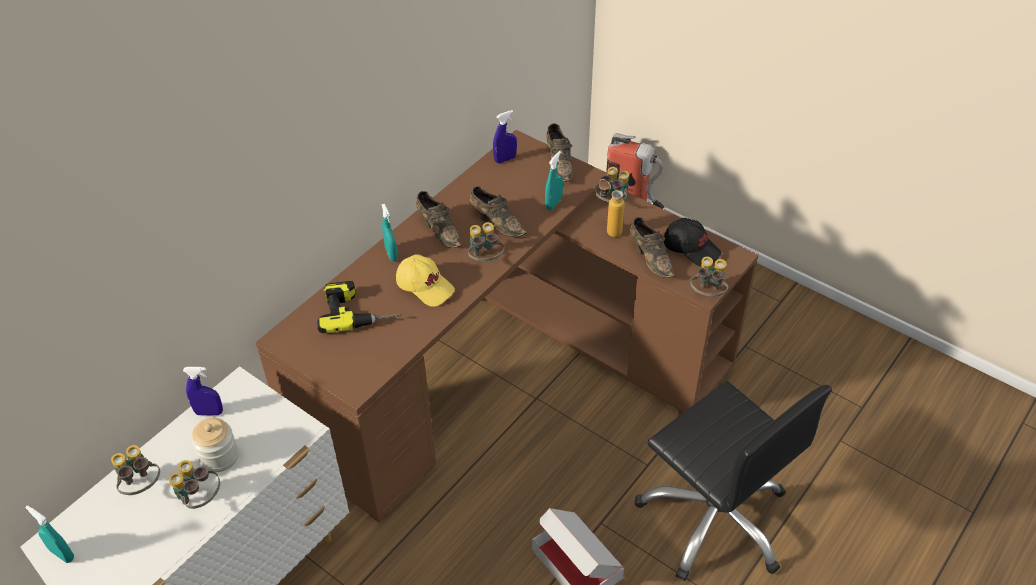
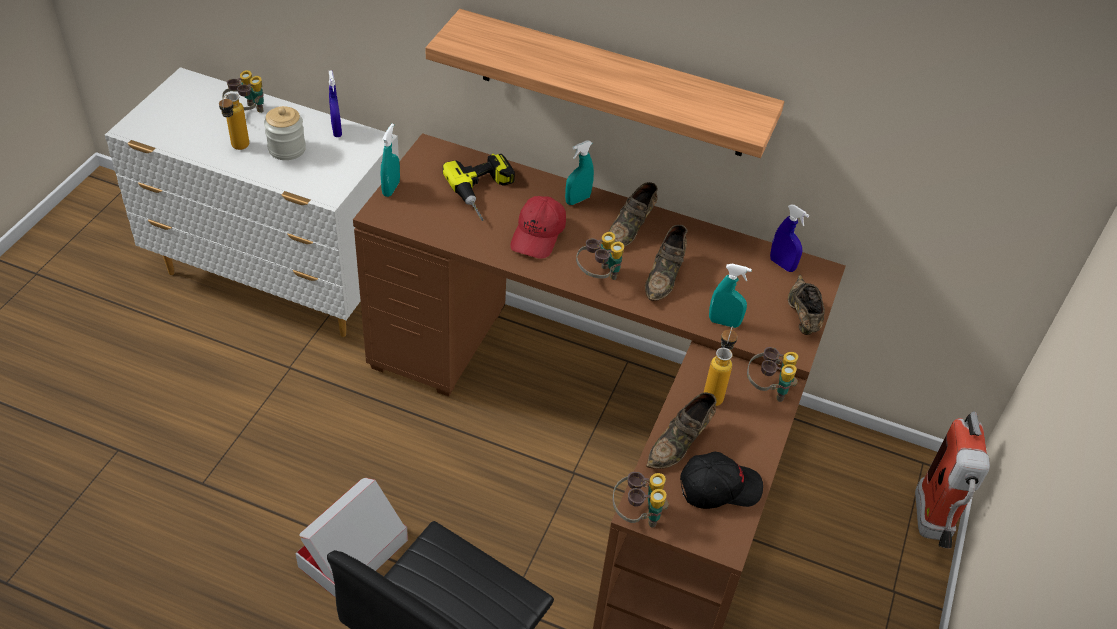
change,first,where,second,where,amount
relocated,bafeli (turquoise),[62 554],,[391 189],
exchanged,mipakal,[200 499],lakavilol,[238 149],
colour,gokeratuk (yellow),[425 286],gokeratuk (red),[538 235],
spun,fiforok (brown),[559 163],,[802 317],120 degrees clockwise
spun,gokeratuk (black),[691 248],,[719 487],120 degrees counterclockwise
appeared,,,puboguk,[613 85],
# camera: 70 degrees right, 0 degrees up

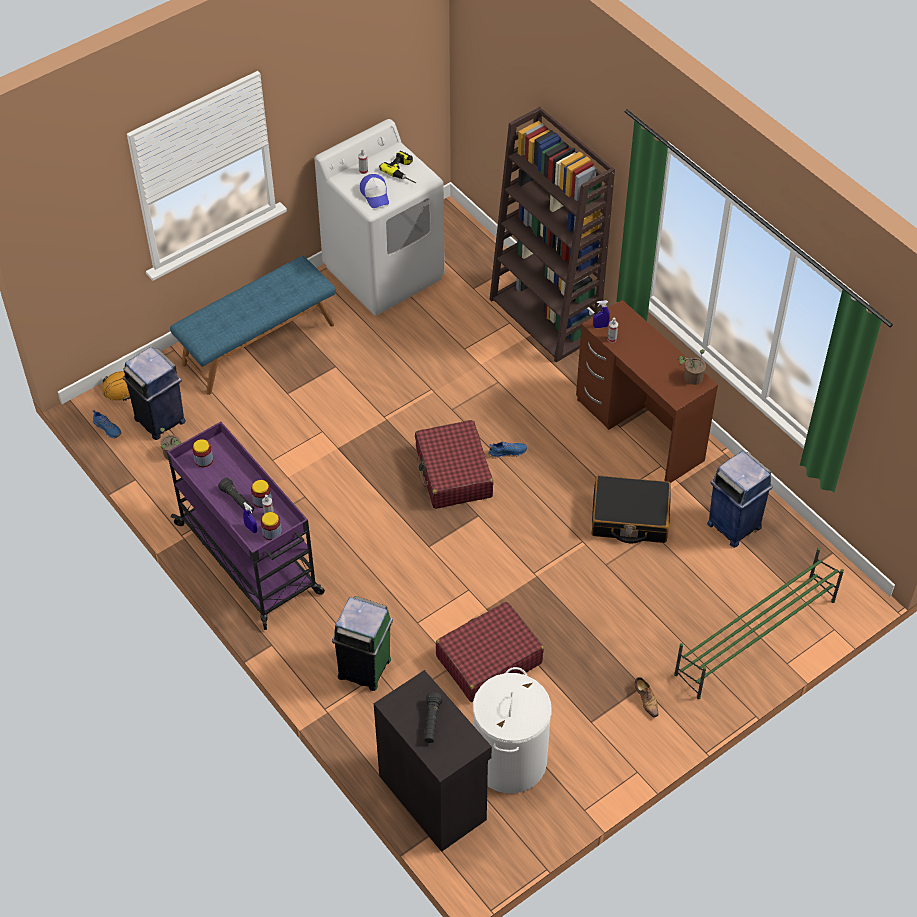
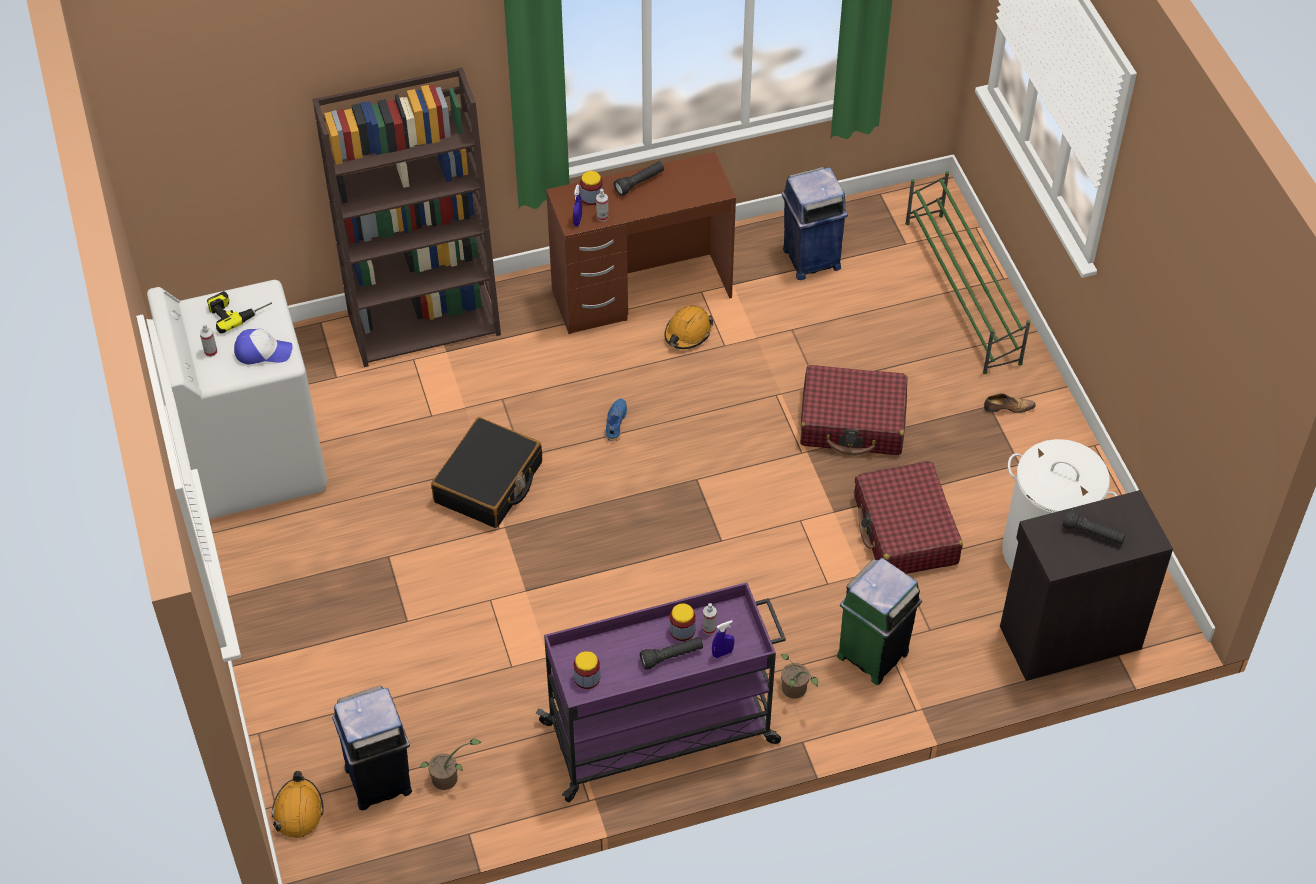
change,first,where,second,where,amount
missing,fiforok (blue),[108 429],,,
missing,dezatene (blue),[258 343],,,
relocated,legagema,[272 532],,[591 197],
relocated,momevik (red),[453 473],,[853 421],
relocated,momevik (black),[630 517],,[489 483],
relocated,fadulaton,[690 378],,[795 691],
appeared,,,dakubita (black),[639 183],
appeared,,,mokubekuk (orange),[688 333],
# camera: 70 degrees left, 0 degrees up

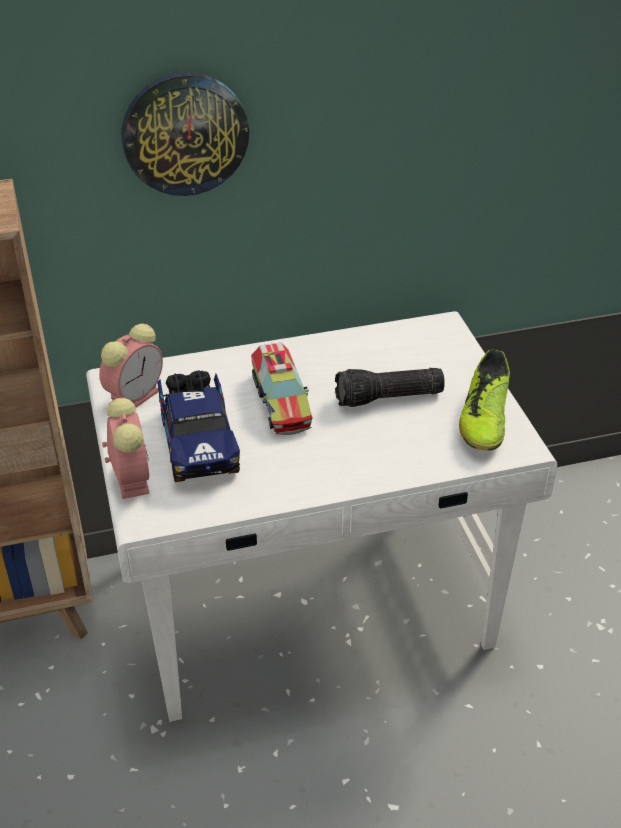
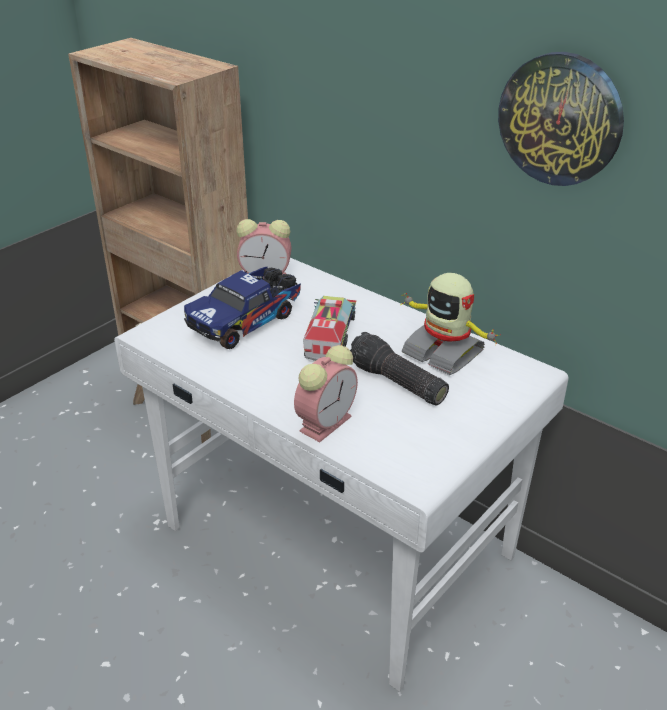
change,first,where,second,where,amount
relocated,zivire,[130 477],,[326 422],
relocated,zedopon,[185 134],,[560 119],
spun,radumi,[281 401],,[331 335],150 degrees clockwise
missing,fiforok,[484 419],,,
appeared,,,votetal,[444 352],
# camera: 55 degrees right, 5 degrees down

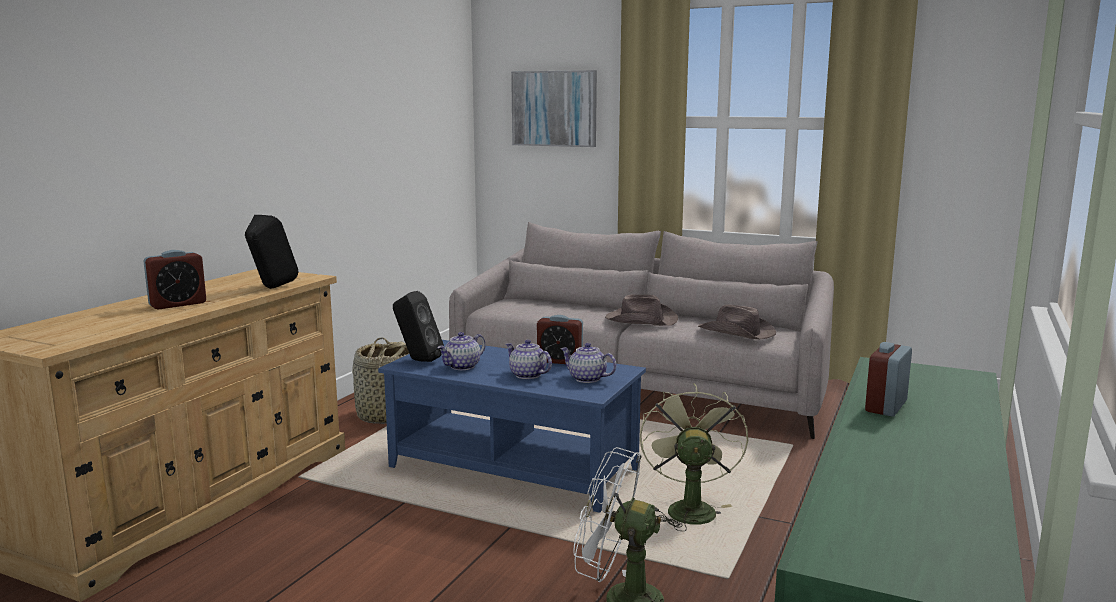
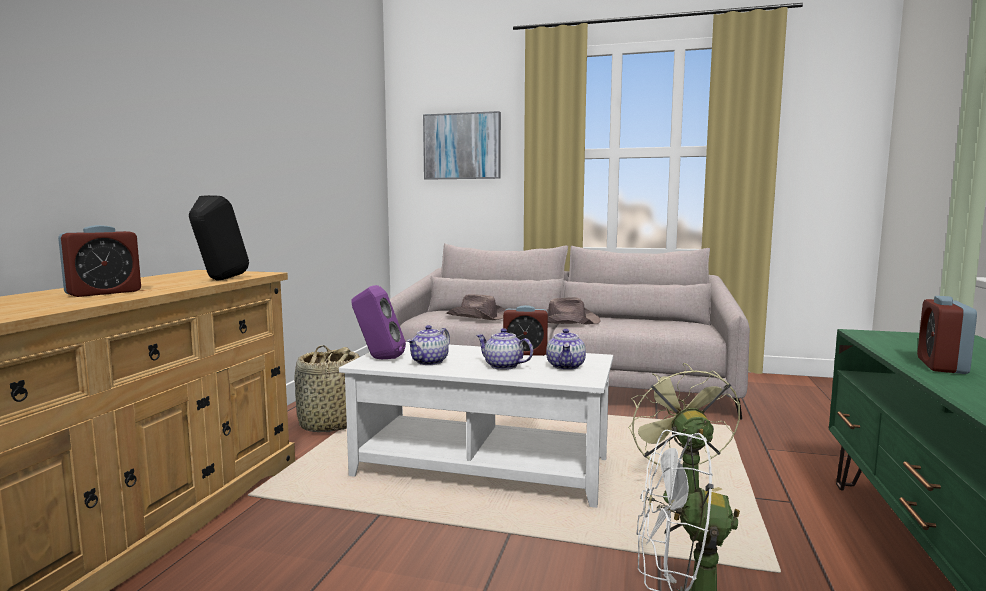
change,first,where,second,where,amount
colour,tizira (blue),[514 468],tizira (white),[483 466],
colour,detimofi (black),[417 360],detimofi (purple),[378 358],
spun,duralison,[586 379],,[566 366],105 degrees counterclockwise
relocated,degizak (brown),[737 332],,[478 317],
# camera: 10 degrees left, 5 degrees down

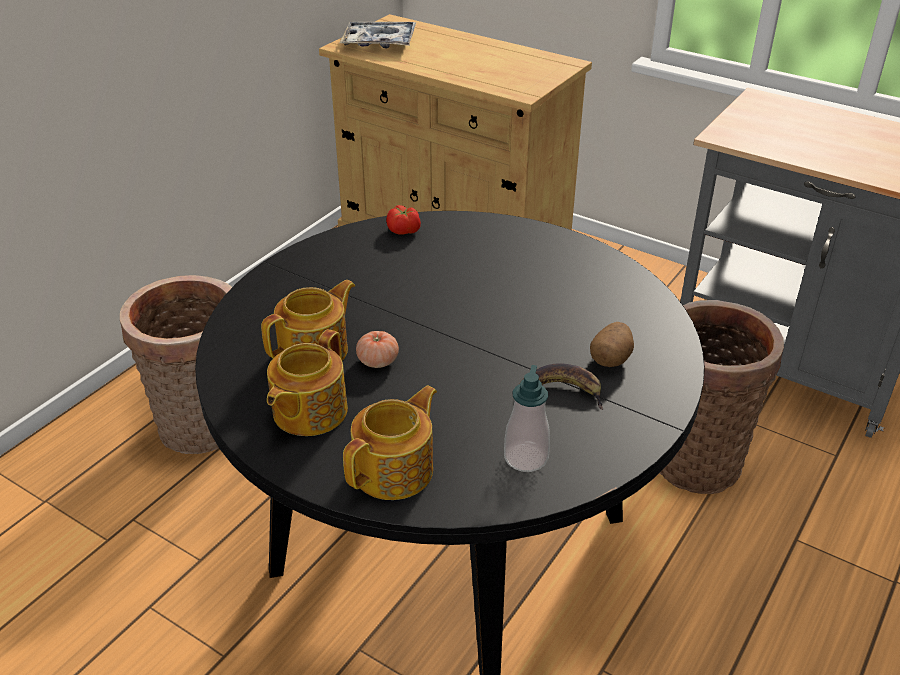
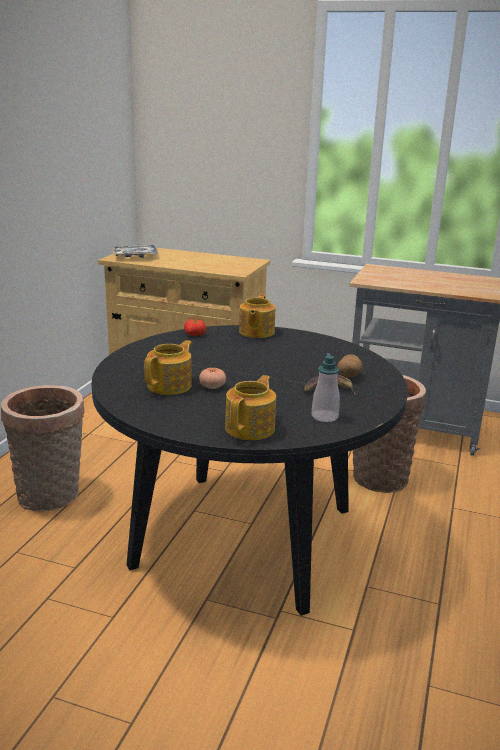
change,first,where,second,where,amount
relocated,duralison,[308 412],,[256 332],
# camera: 15 degrees left, 15 degrees down

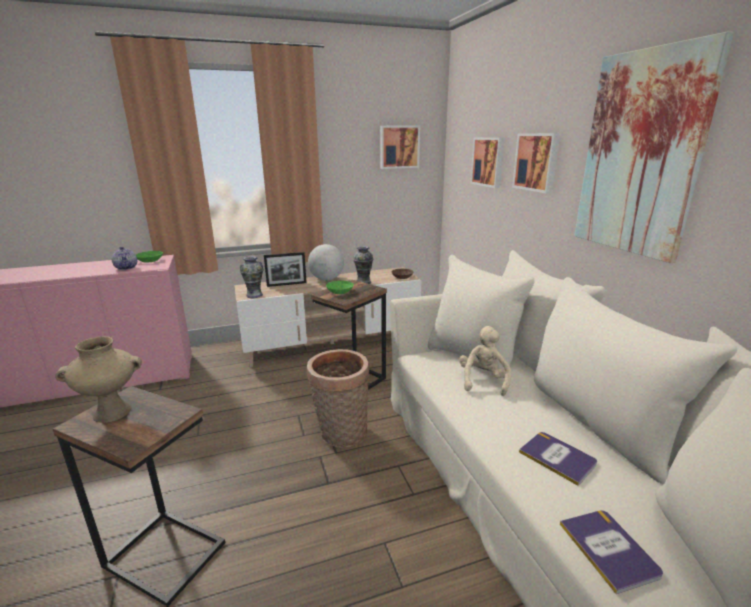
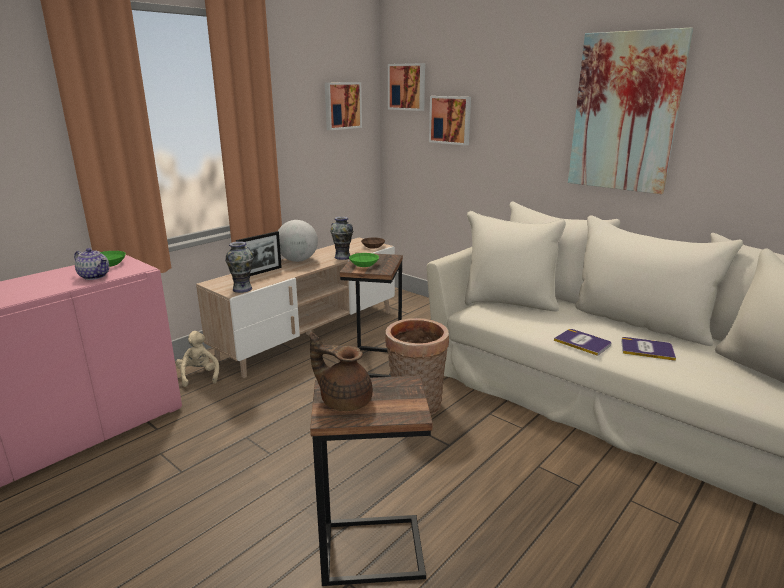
change,first,where,second,where,amount
exchanged,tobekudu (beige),[113 412],duralison (brown),[344 400],
relocated,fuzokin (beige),[483 381],,[199 376],
relocated,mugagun,[537 162],,[407 87],
relocated,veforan,[609 549],,[582 342],
# camera: 30 degrees left, 0 degrees up

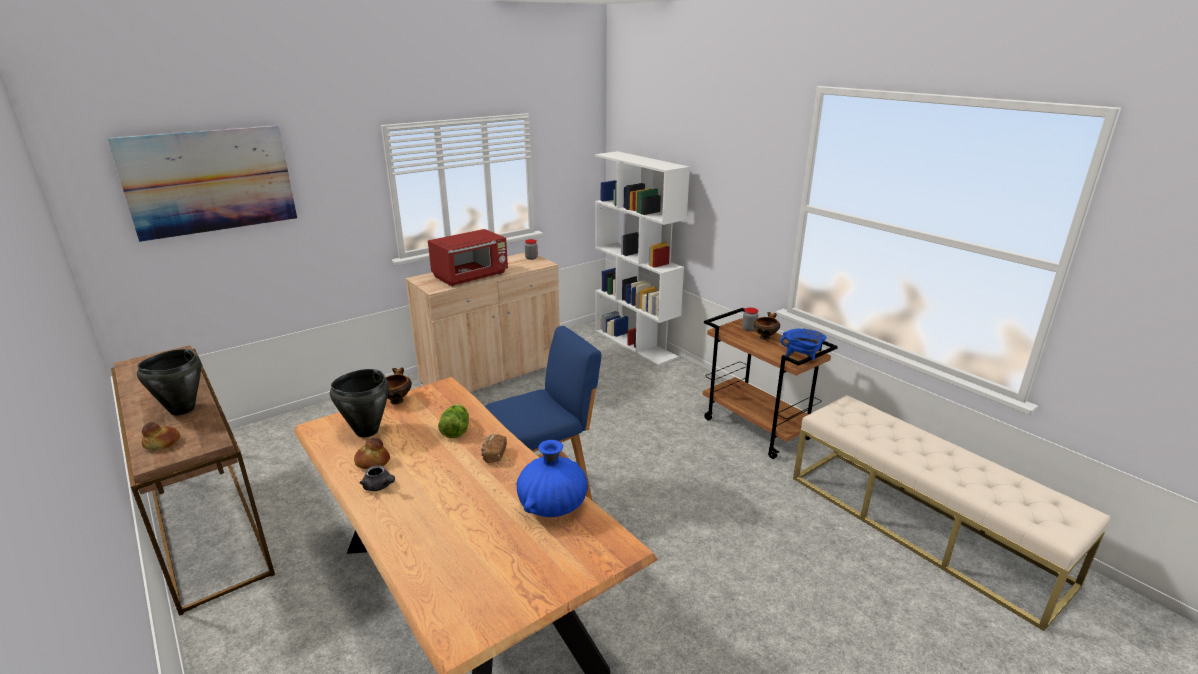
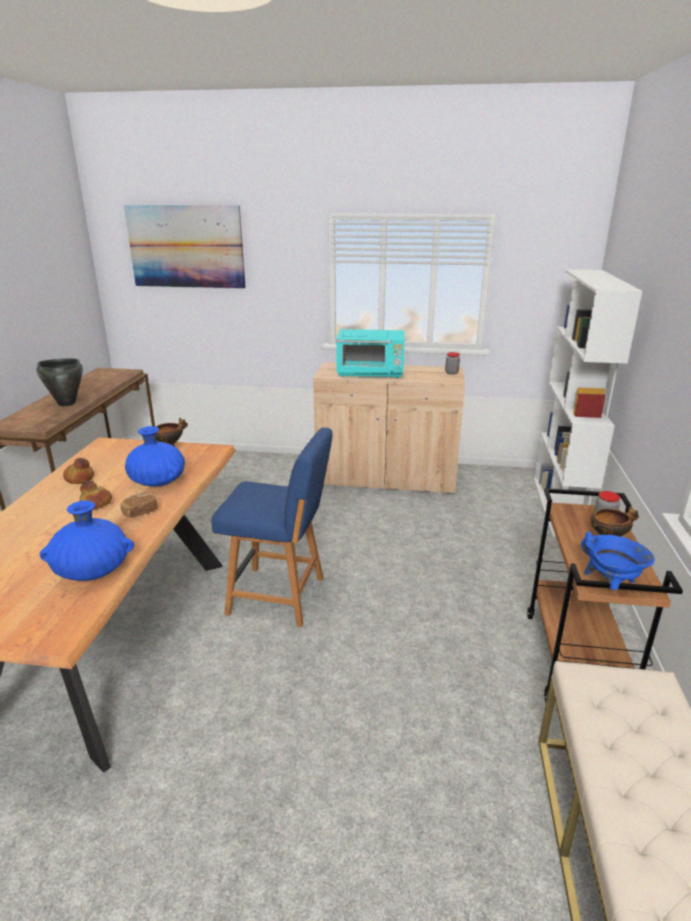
change,first,where,second,where,amount
relocated,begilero,[162 443],,[96 503],
missing,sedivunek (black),[366 431],,,
missing,duralison (grey),[379 487],,,
colour,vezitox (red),[471 276],vezitox (turquoise),[371 373],
exchanged,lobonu,[455 430],tobekudu (blue),[157 482],
# camera: 45 degrees right, 0 degrees up

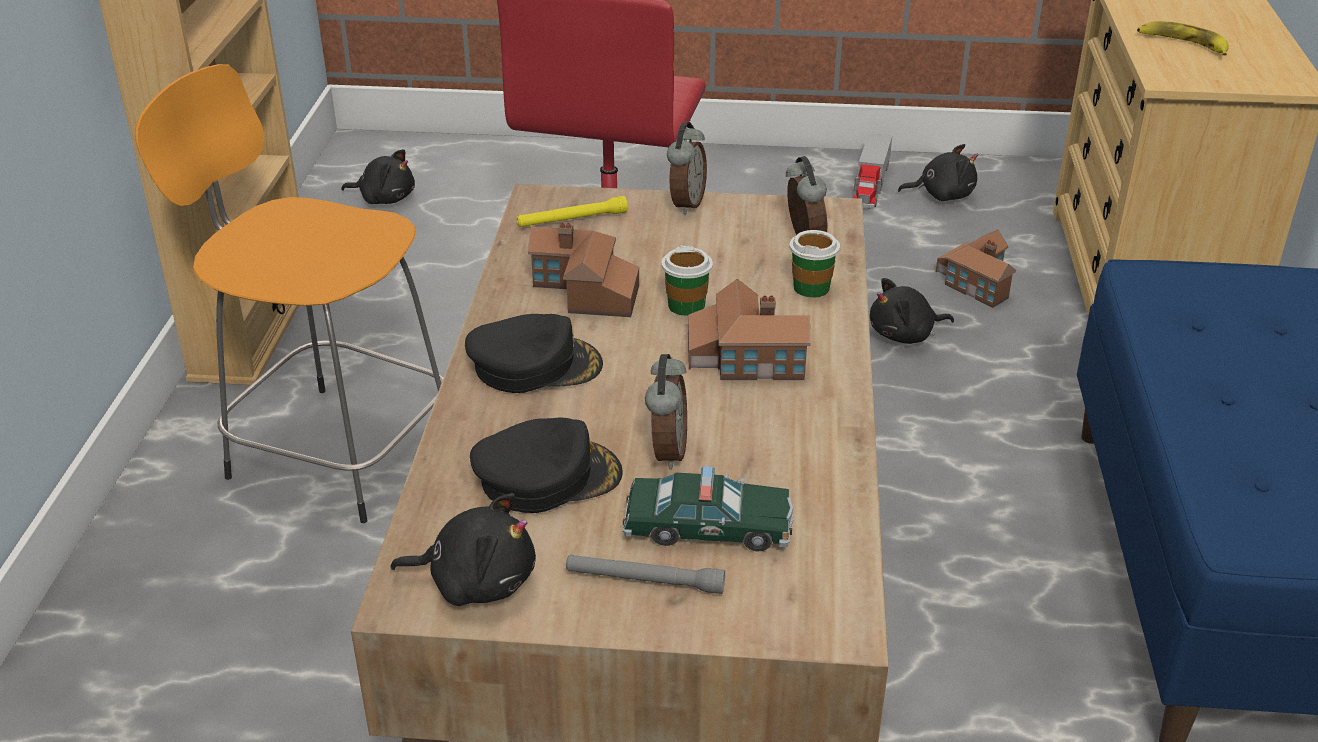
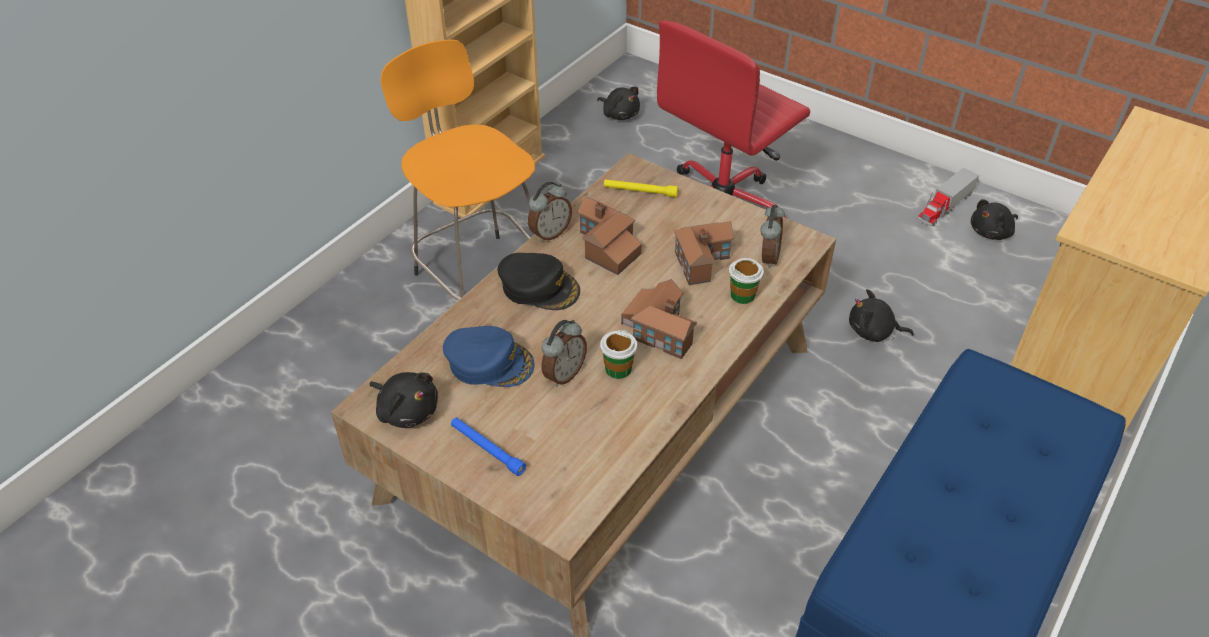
change,first,where,second,where,amount
colour,gokeratuk (black),[547 476],gokeratuk (blue),[489 362],
colour,dakubita (grey),[644 581],dakubita (blue),[487 449],
missing,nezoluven,[708 528],,,
relocated,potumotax,[686 306],,[618 369],
relocated,zivire,[685 204],,[549 233],
spun,fuzokin (black),[942 195],,[991 232],120 degrees clockwise
relocated,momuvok,[976 281],,[702 258],
missing,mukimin,[1183 44],,,
# camera: 30 degrees right, 10 degrees up

